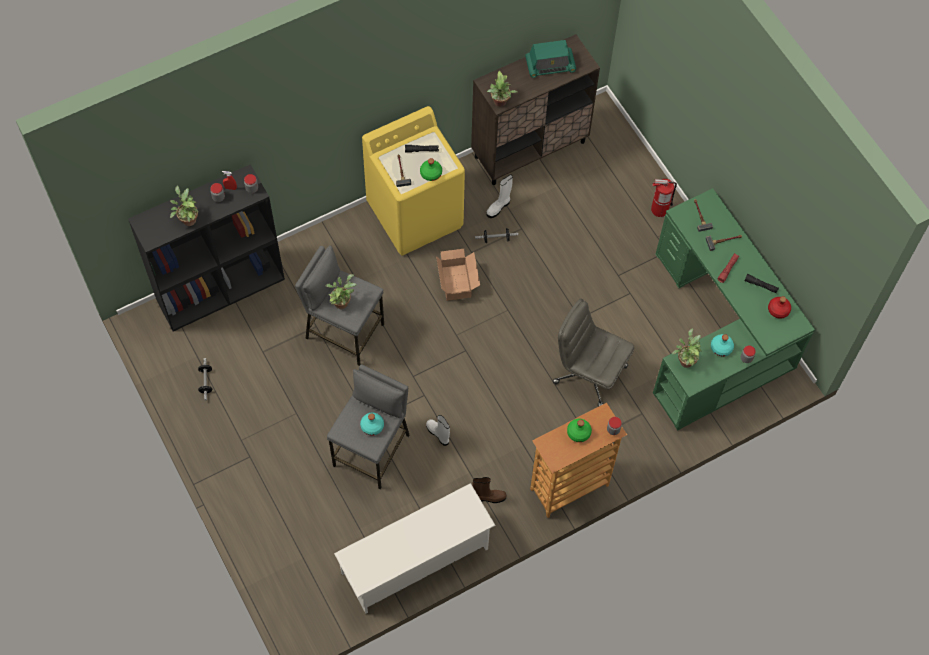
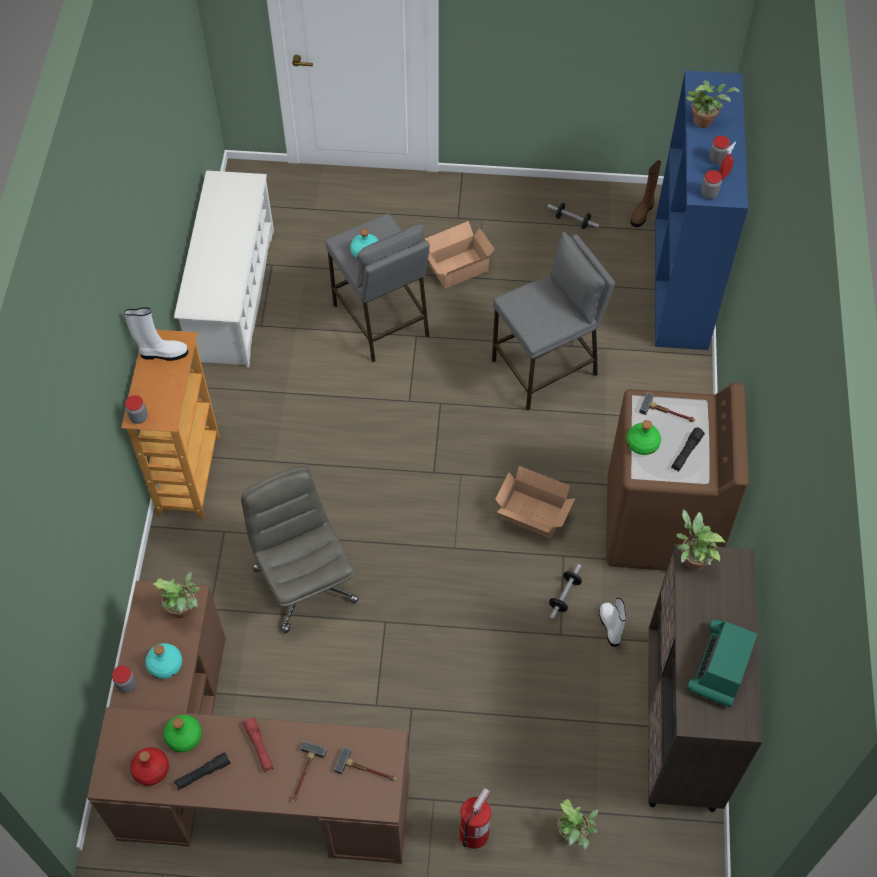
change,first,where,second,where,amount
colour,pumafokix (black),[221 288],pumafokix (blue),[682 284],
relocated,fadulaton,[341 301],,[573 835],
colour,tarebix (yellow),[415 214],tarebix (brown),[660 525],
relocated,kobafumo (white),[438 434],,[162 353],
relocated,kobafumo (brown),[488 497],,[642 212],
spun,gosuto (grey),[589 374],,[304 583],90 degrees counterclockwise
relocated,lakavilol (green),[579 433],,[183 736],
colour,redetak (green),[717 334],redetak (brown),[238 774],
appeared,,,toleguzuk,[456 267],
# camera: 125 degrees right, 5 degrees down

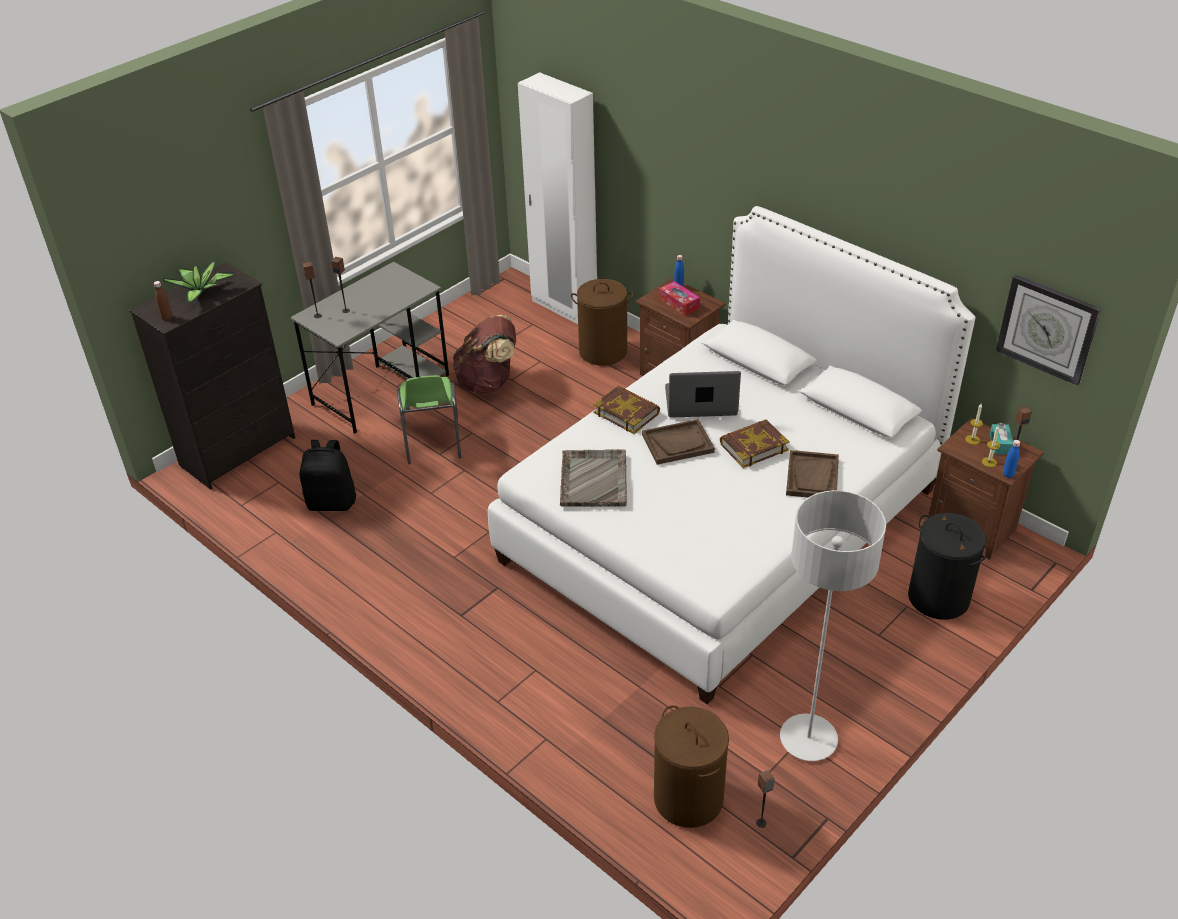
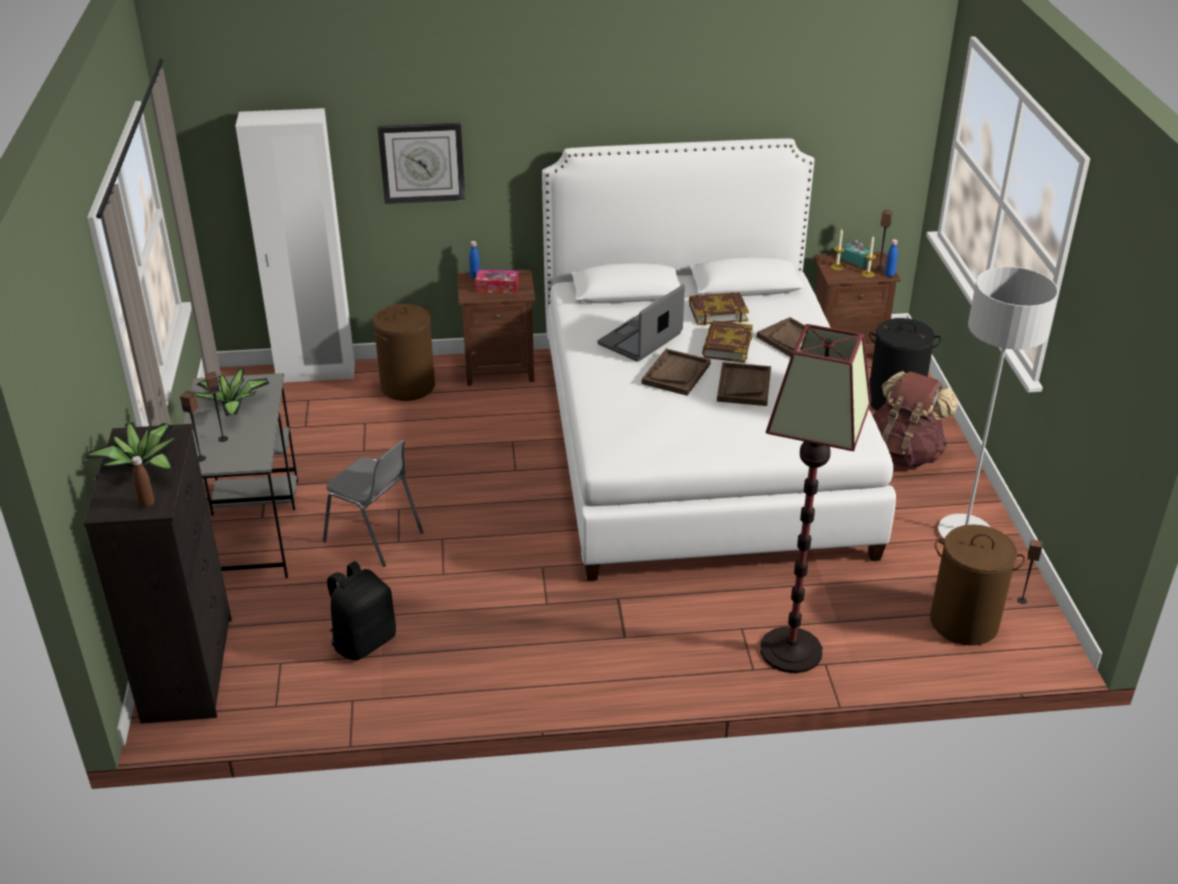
change,first,where,second,where,amount
colour,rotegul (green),[432 441],rotegul (grey),[374 537],
relocated,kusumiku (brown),[488 382],,[903 454],
missing,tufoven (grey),[593 479],,,
relocated,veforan,[626 413],,[718 312],
relocated,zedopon,[1047 329],,[422 162],
appeared,,,fadulaton,[232 405],
appeared,,,tufoven (brown),[743 386],
appeared,,,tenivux,[790 650],
# camera: 50 degrees left, 5 degrees down

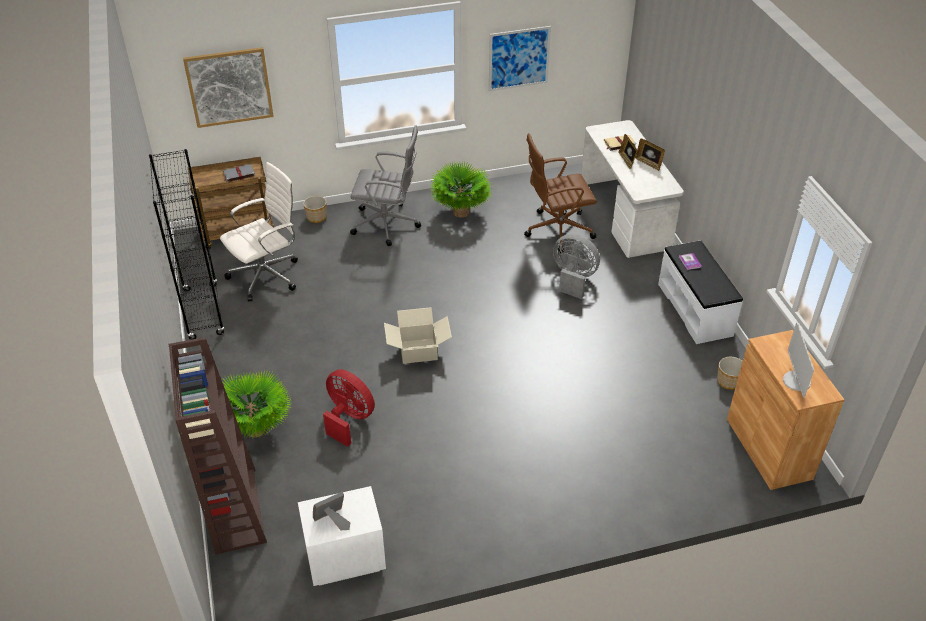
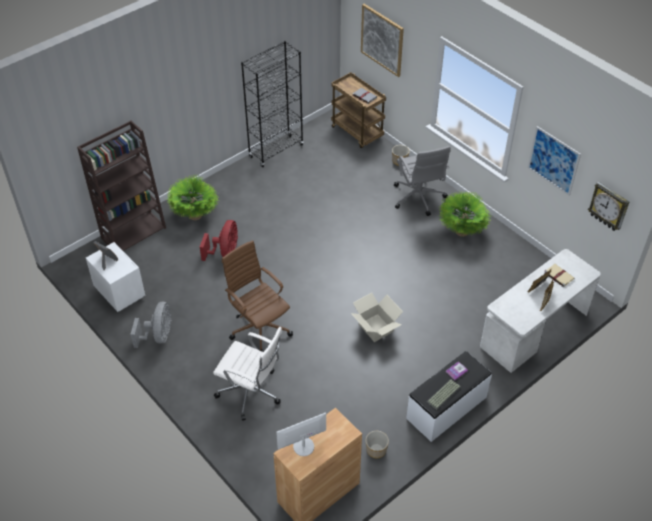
change,first,where,second,where,amount
relocated,gosuto (white),[267 275],,[251 393],
relocated,toleguzuk,[418 350],,[376 327],
relocated,gosuto (brown),[557 230],,[259 327],
relocated,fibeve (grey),[573 279],,[158 336],
appeared,,,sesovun,[443 395],
appeared,,,zedopon,[609 206],
# camera: 65 degrees right, 5 degrees up

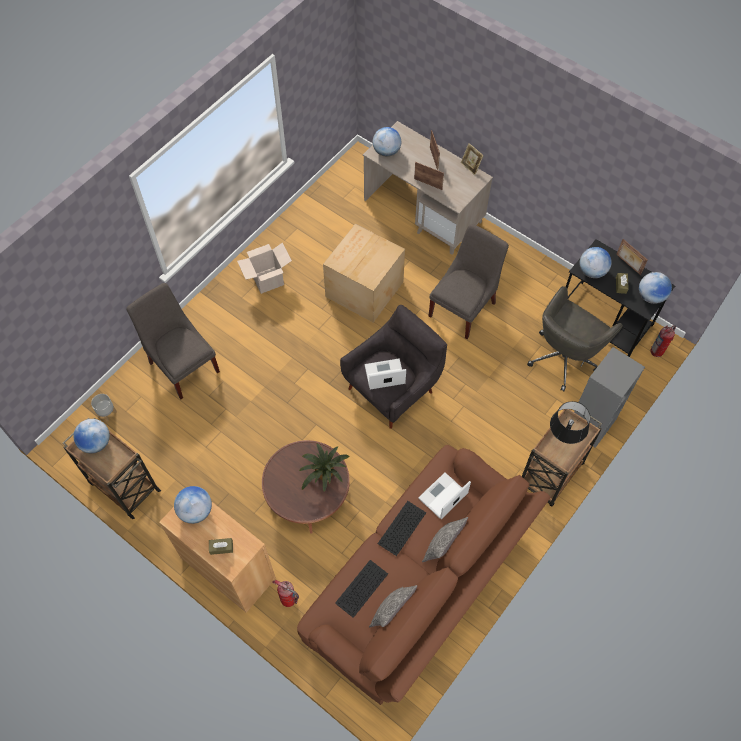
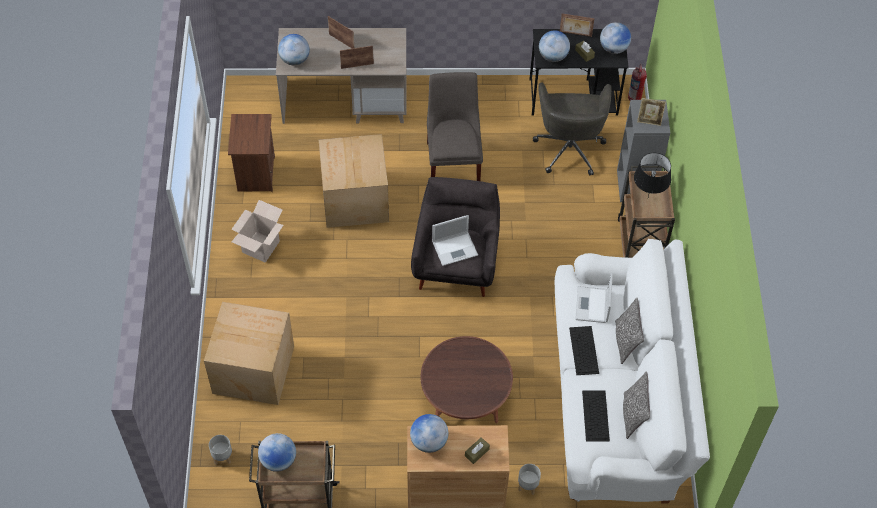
change,first,where,second,where,amount
exchanged,rotegul (grey),[183 364],toleguzuk,[252 368],
exchanged,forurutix,[288 600],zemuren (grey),[527 486],
colour,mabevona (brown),[419 585],mabevona (white),[617 398],
missing,fadulaton,[324 475],,,
spun,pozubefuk,[384 375],,[455 248],150 degrees counterclockwise
relocated,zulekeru,[470 167],,[649 120],
appeared,,,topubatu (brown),[255 174],
# camera: 40 degrees left, 5 degrees down

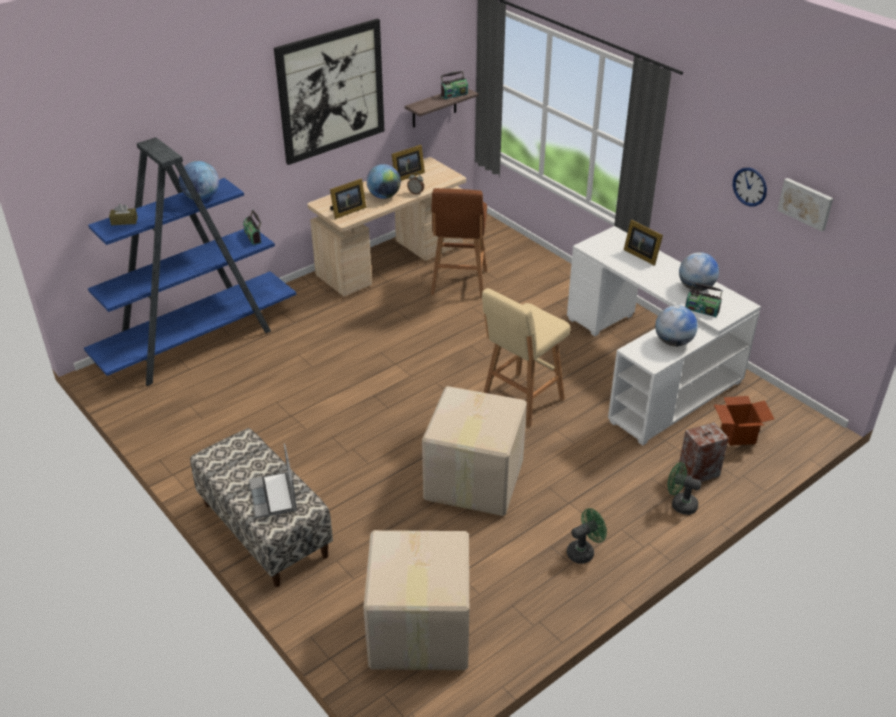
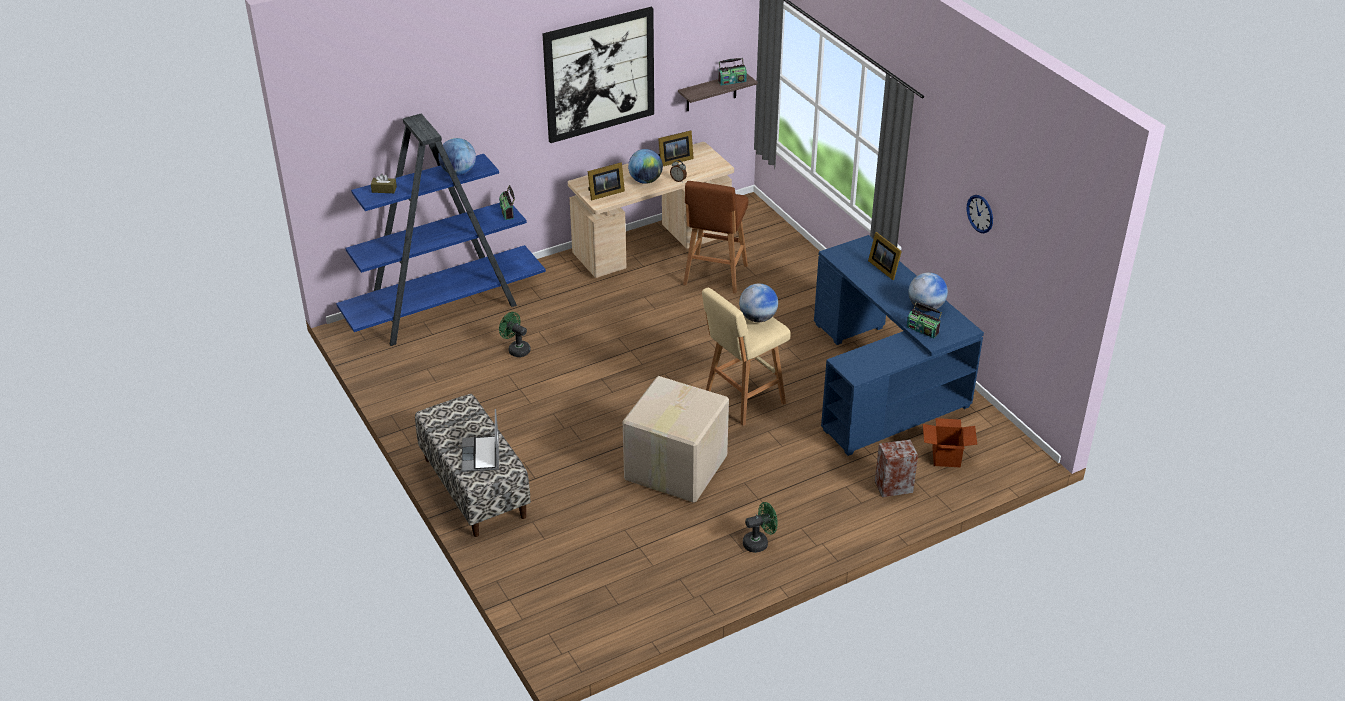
change,first,where,second,where,amount
missing,toleguzuk,[418 631],,,
colour,redetak (white),[652 366],redetak (blue),[885 381],
relocated,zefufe,[673 342],,[758 318],
relocated,fibeve (green),[680 504],,[516 349],
missing,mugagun,[806 203],,,
# camera: 10 degrees right, 0 degrees up

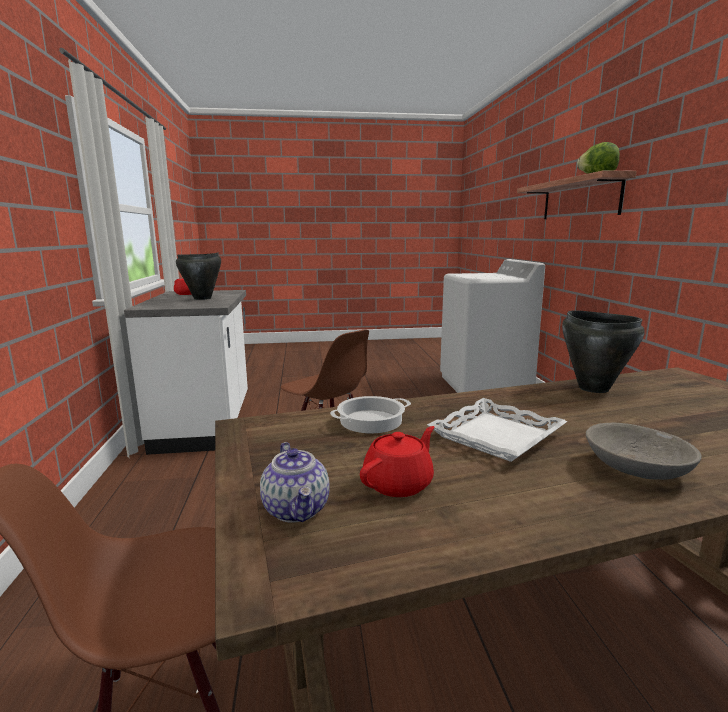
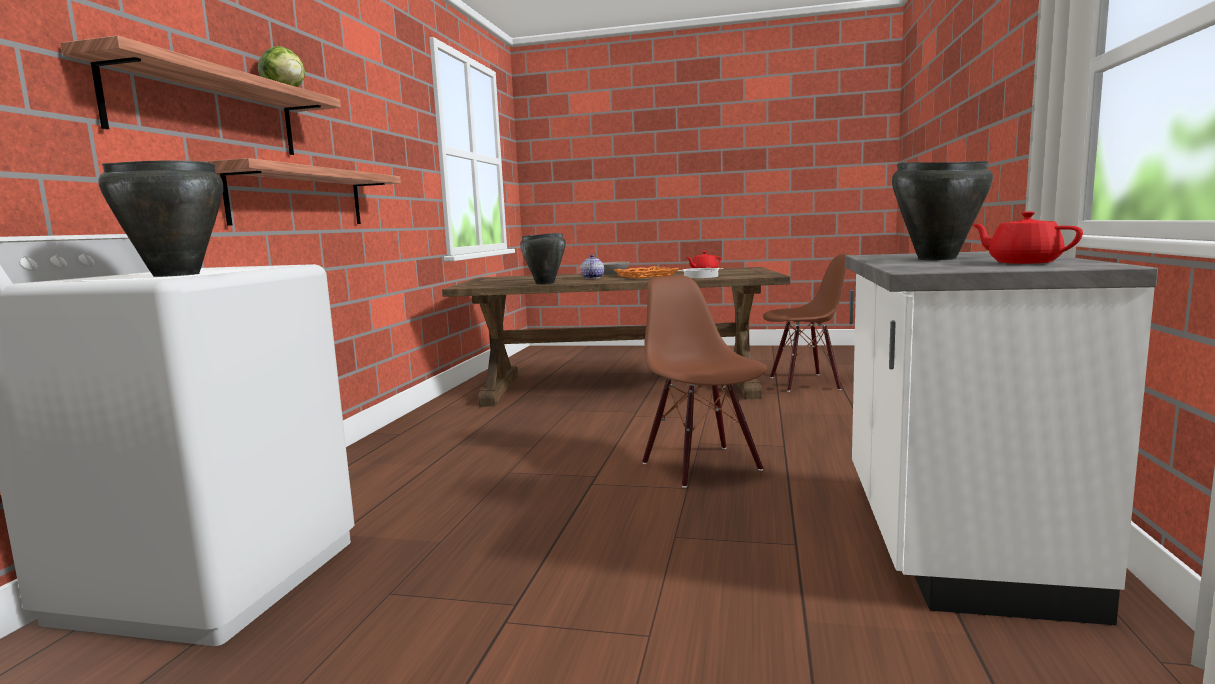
change,first,where,second,where,amount
relocated,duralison,[297 509],,[592 278],
colour,tufoven (white),[495 435],tufoven (orange),[646 276],
appeared,,,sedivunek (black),[176 275],
appeared,,,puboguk,[299 198],
# camera: 160 degrees left, 5 degrees down

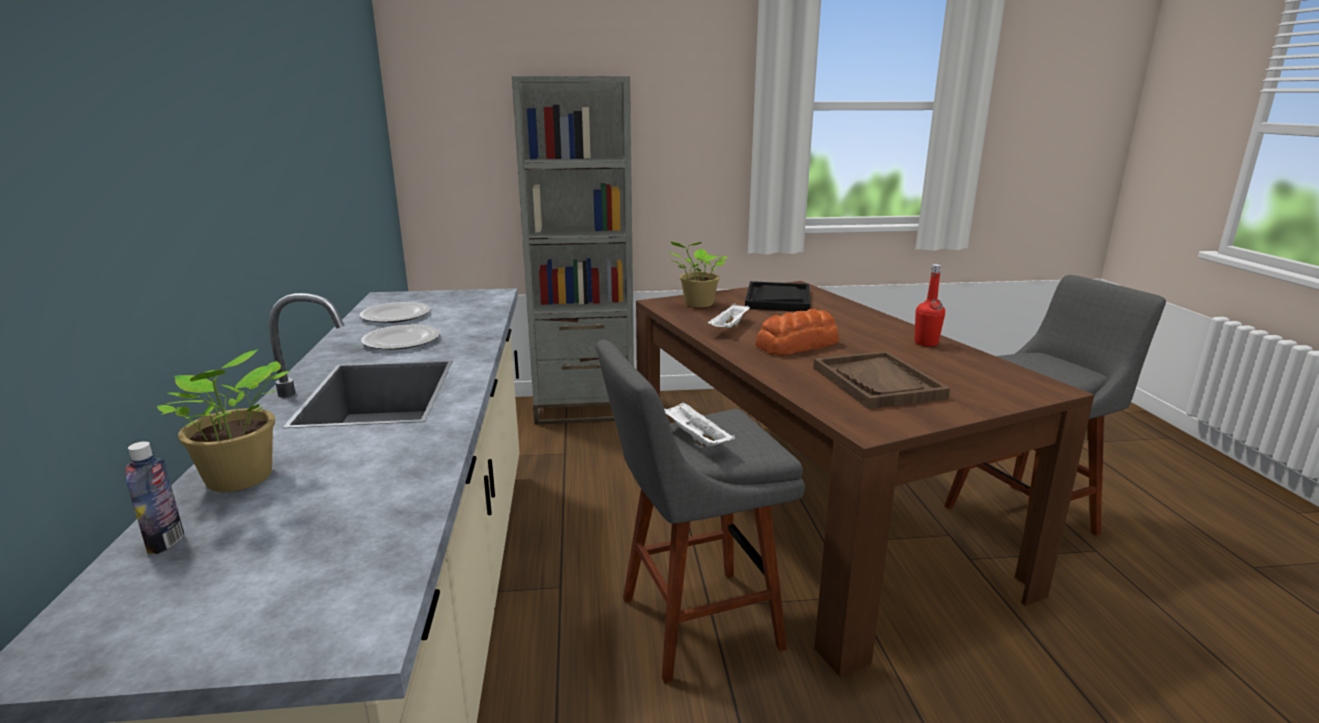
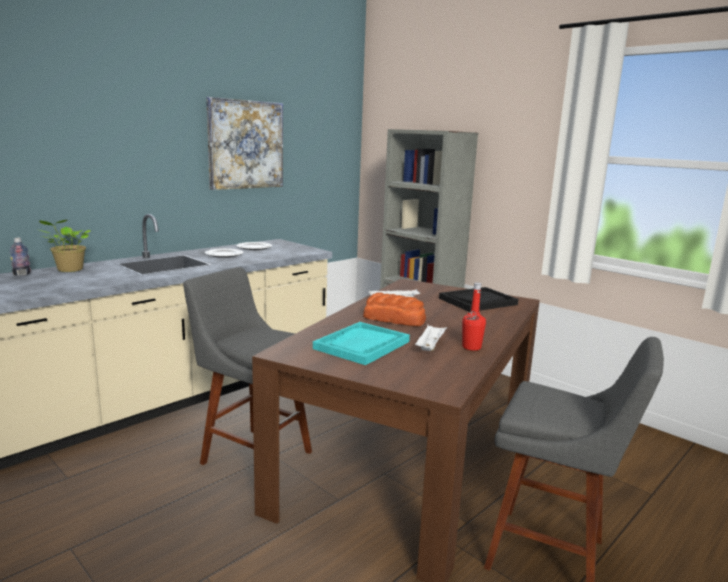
change,first,where,second,where,amount
relocated,tufoven (white),[695 438],,[430 346],
missing,fadulaton,[697 304],,,
colour,tufoven (brown),[877 383],tufoven (turquoise),[362 345],
appeared,,,mugagun,[245 144],
# camera: 50 degrees right, 5 degrees down

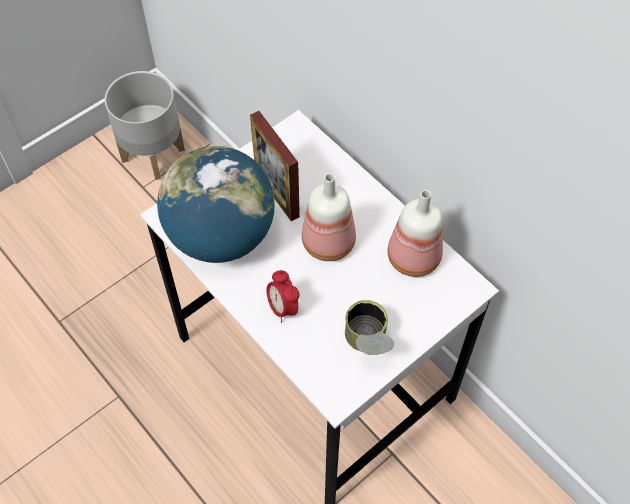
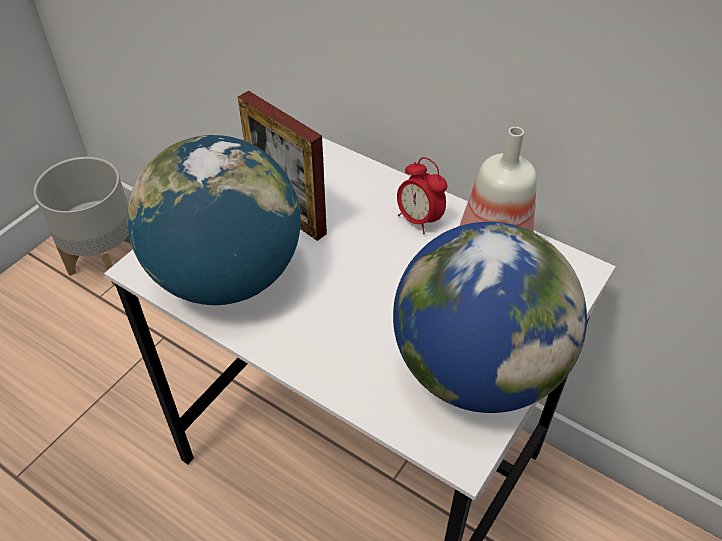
change,first,where,second,where,amount
relocated,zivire,[283 308],,[419 220],
missing,lakavilol,[330 242],,,
exchanged,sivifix,[367 345],zefufe,[476 370],
# camera: 15 degrees left, 10 degrees down

